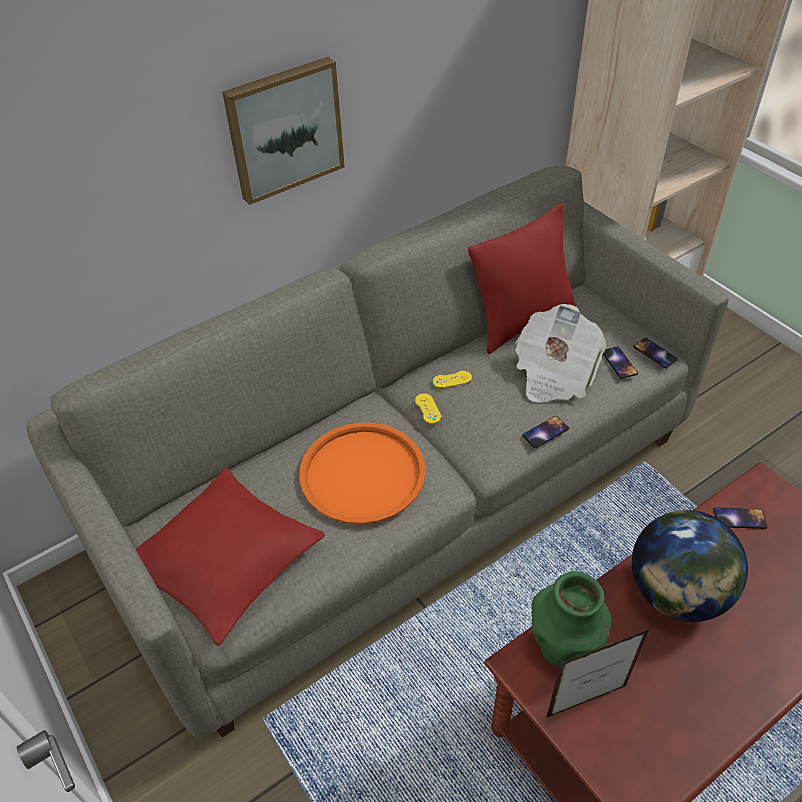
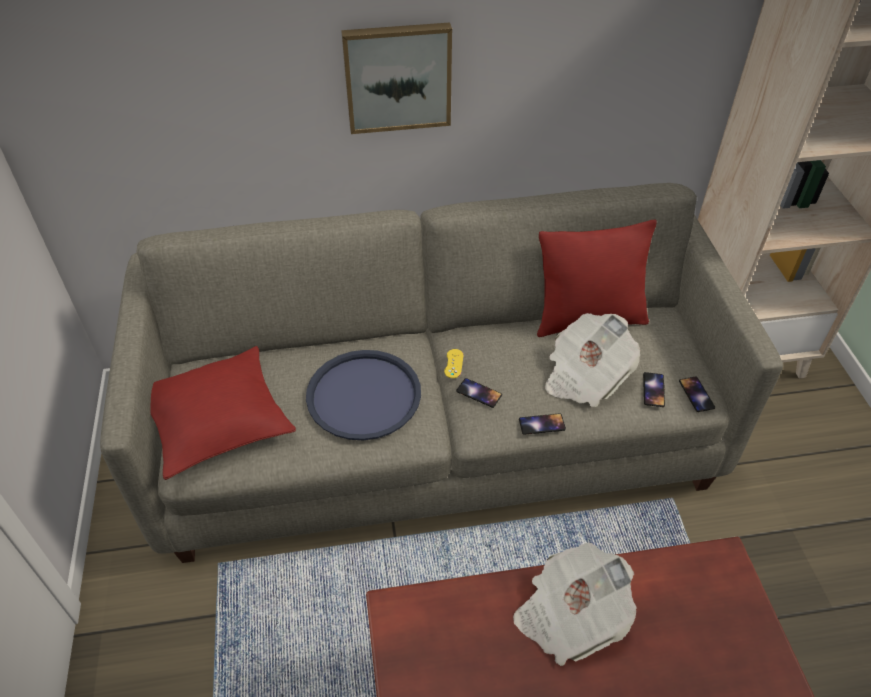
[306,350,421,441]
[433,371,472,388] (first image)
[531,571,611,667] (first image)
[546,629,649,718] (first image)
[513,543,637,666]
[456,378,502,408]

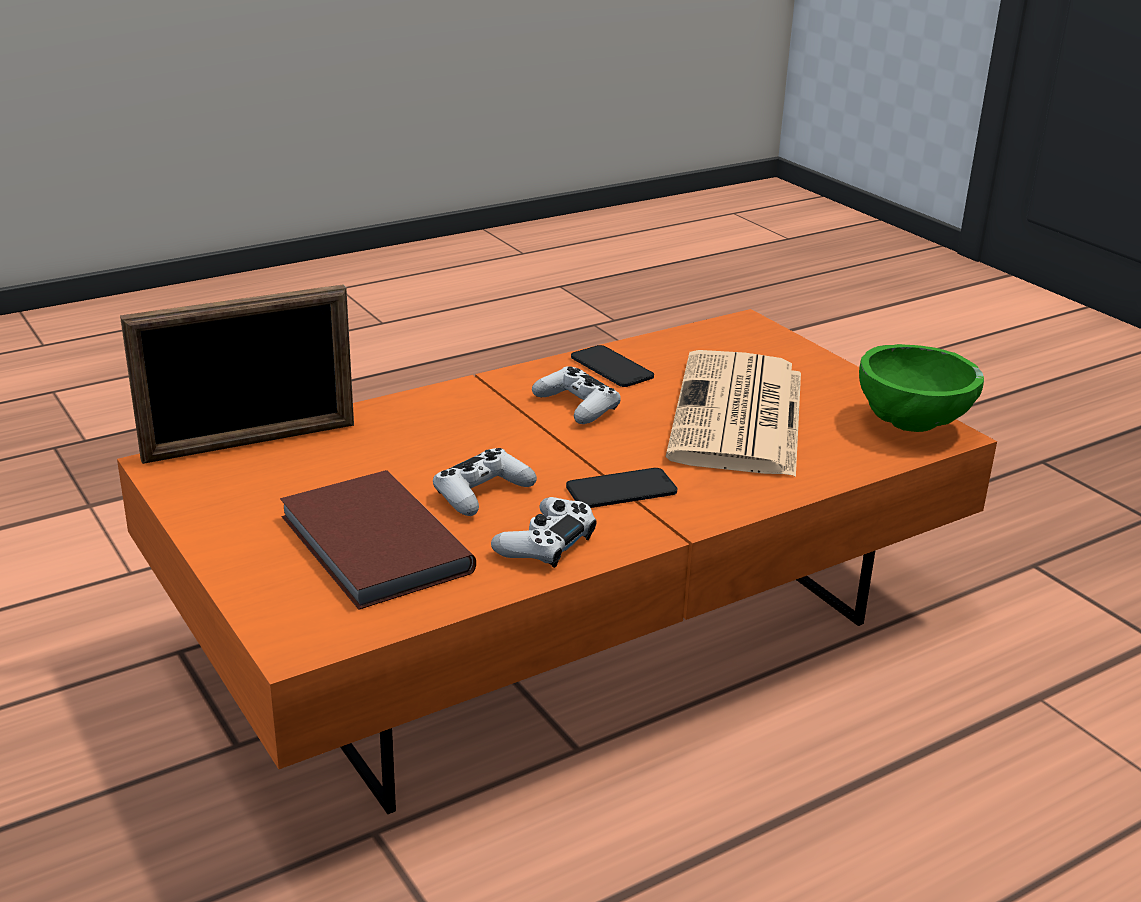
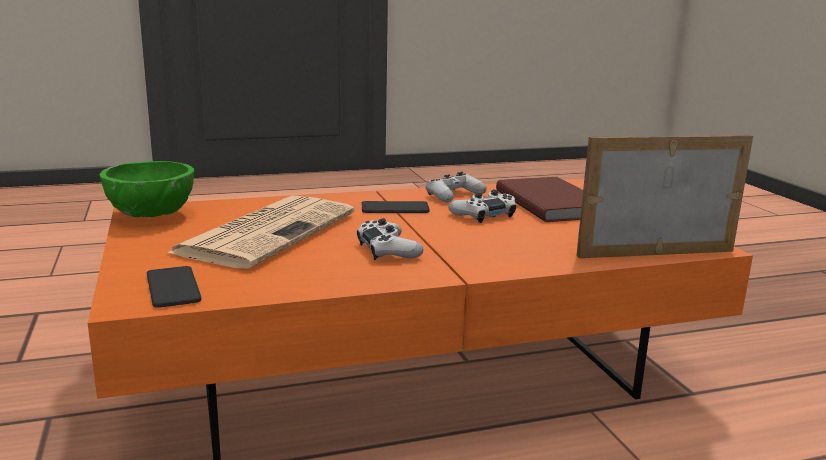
[147,266,201,308]

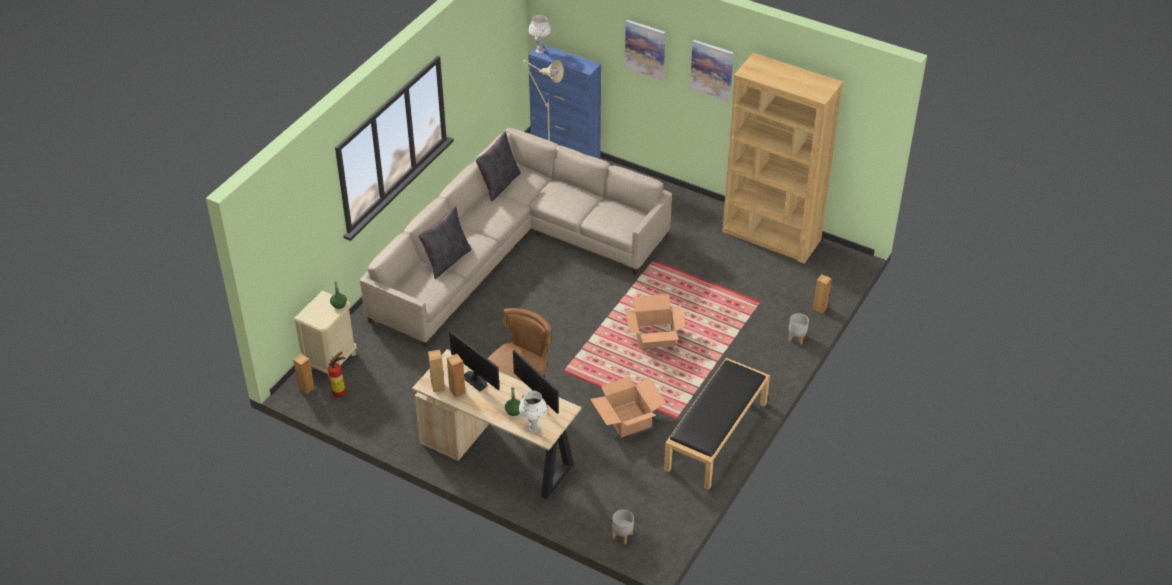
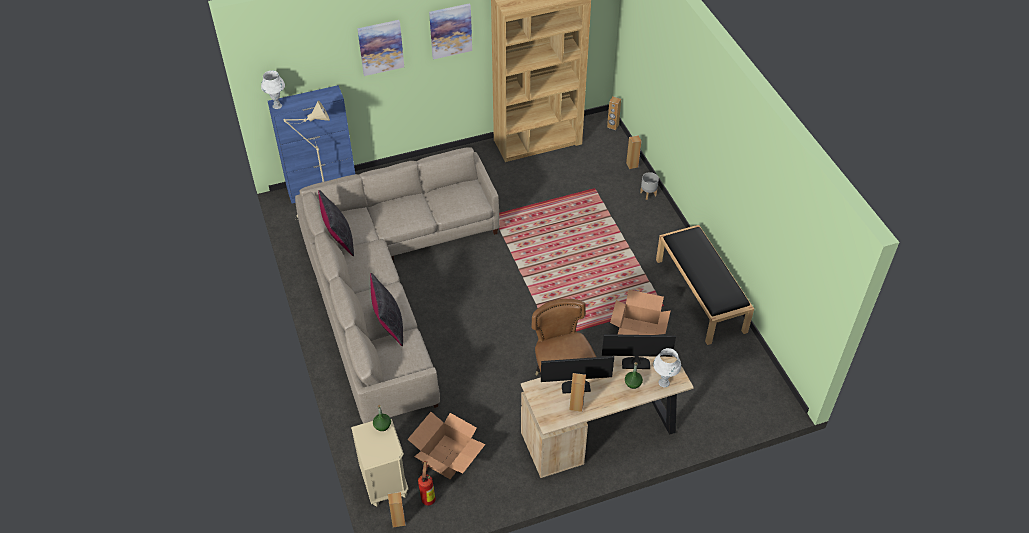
[607,96,621,130]
[612,510,634,544] (first image)
[407,412,486,479]

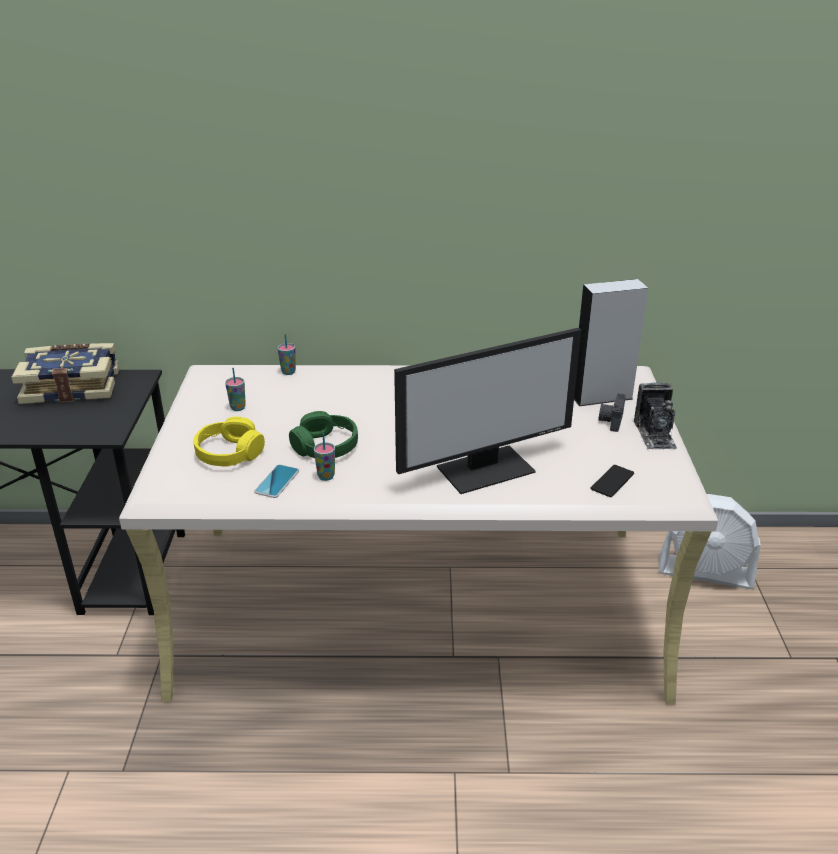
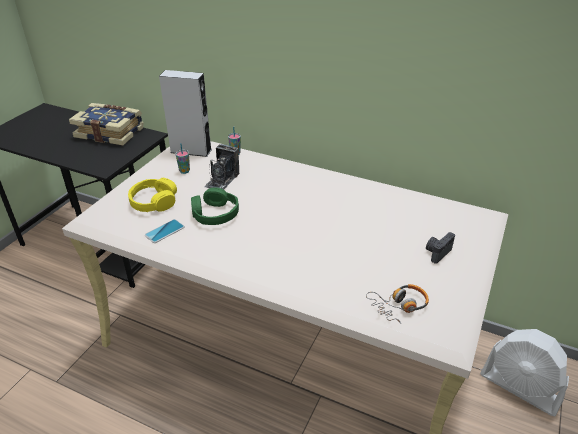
[314,433,335,481] (first image)
[394,328,581,494] (first image)
[159,70,212,157]
[366,284,429,324]
[204,144,239,189]

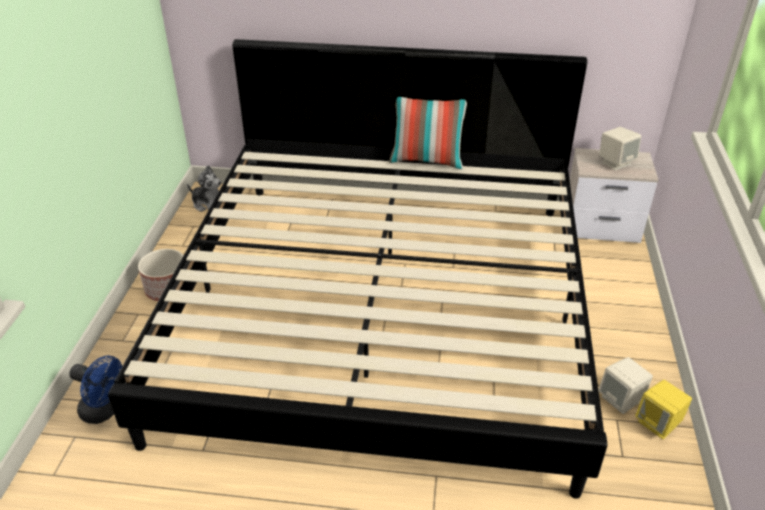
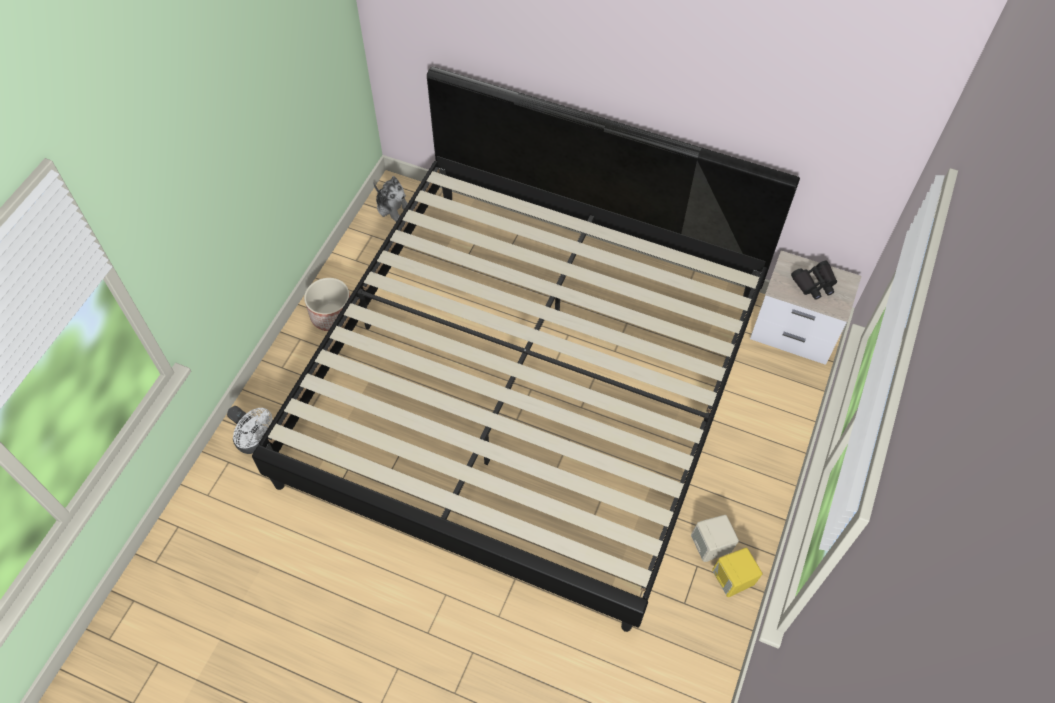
[227,406,272,454]
[389,97,467,169] (first image)
[791,261,837,300]

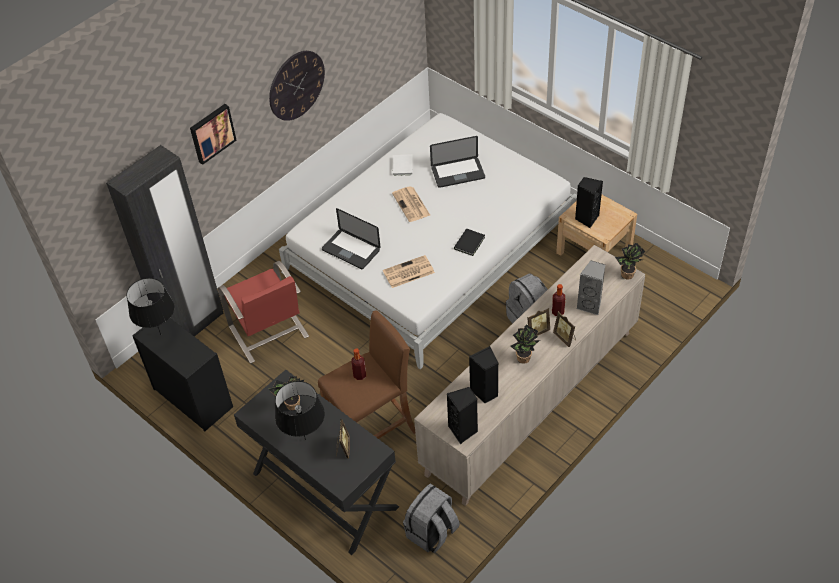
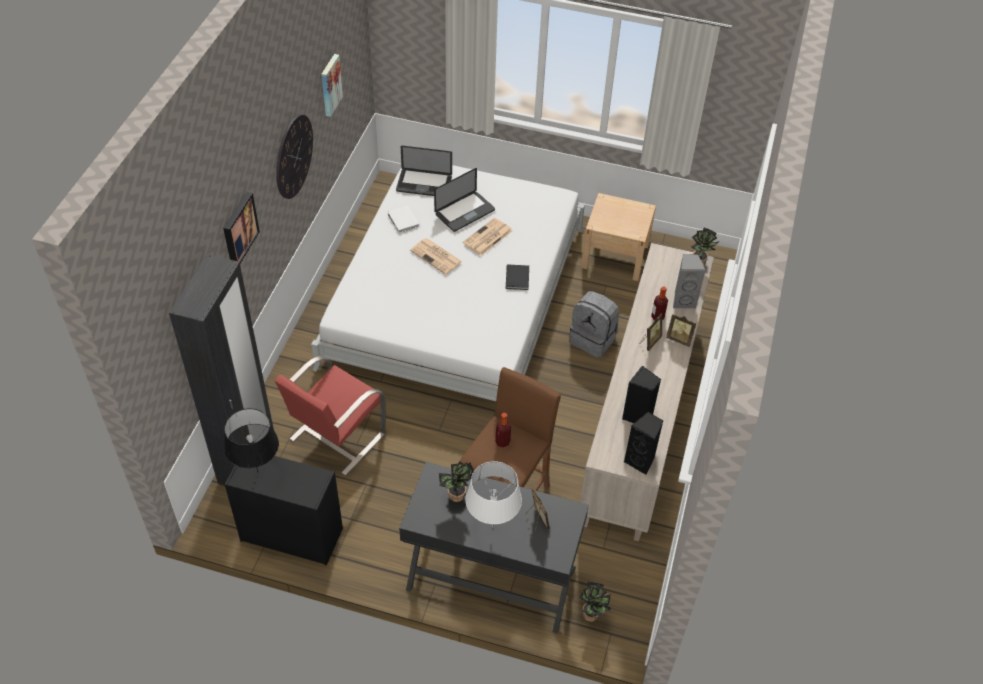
[274,356,386,476]
[465,461,522,527]
[396,146,452,196]
[463,218,512,256]
[403,484,460,553] (first image)
[579,581,612,622]
[575,177,603,228] (first image)
[321,54,343,117]

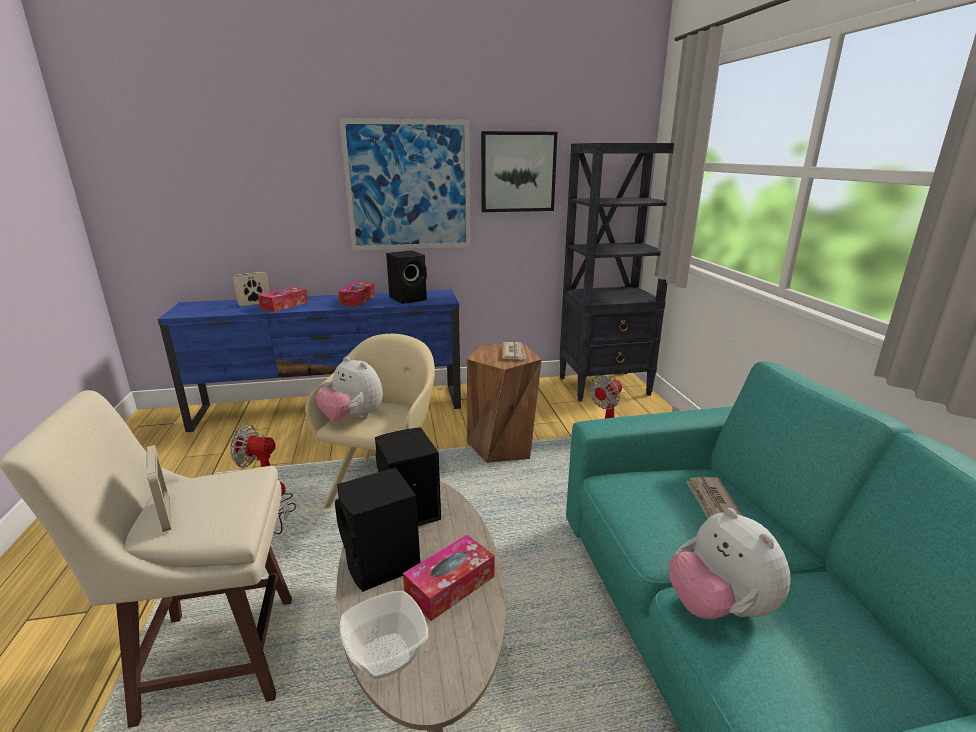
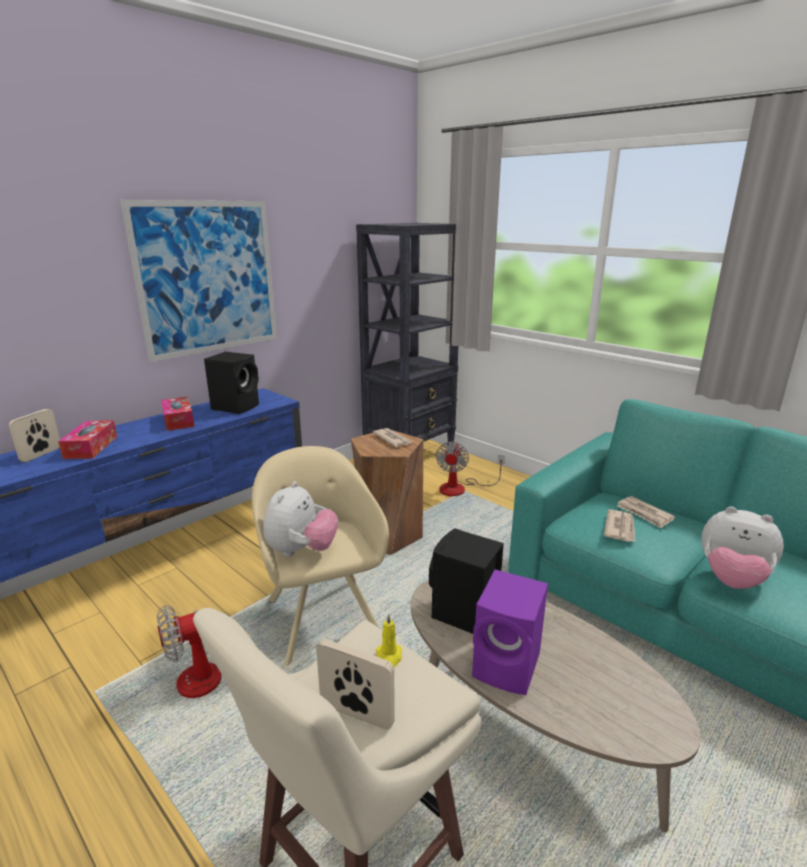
[263,481,338,557]
[472,570,548,695]
[339,591,428,679] (first image)
[403,535,494,621] (first image)
[481,131,557,212] (first image)
[376,614,402,667]
[604,509,635,542]

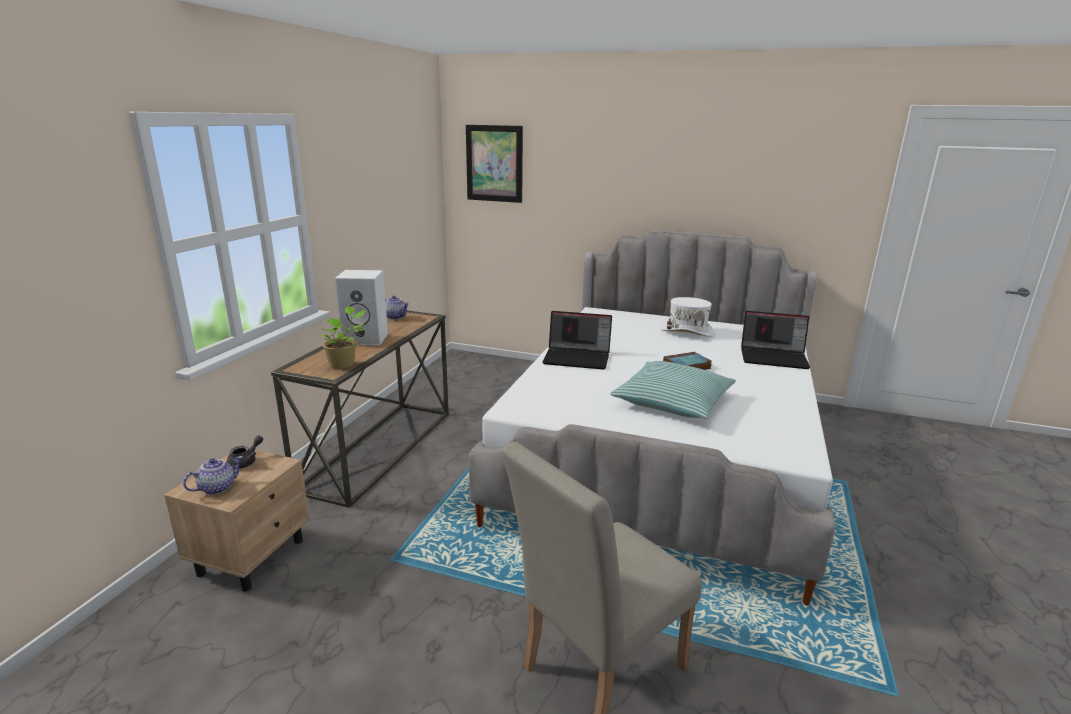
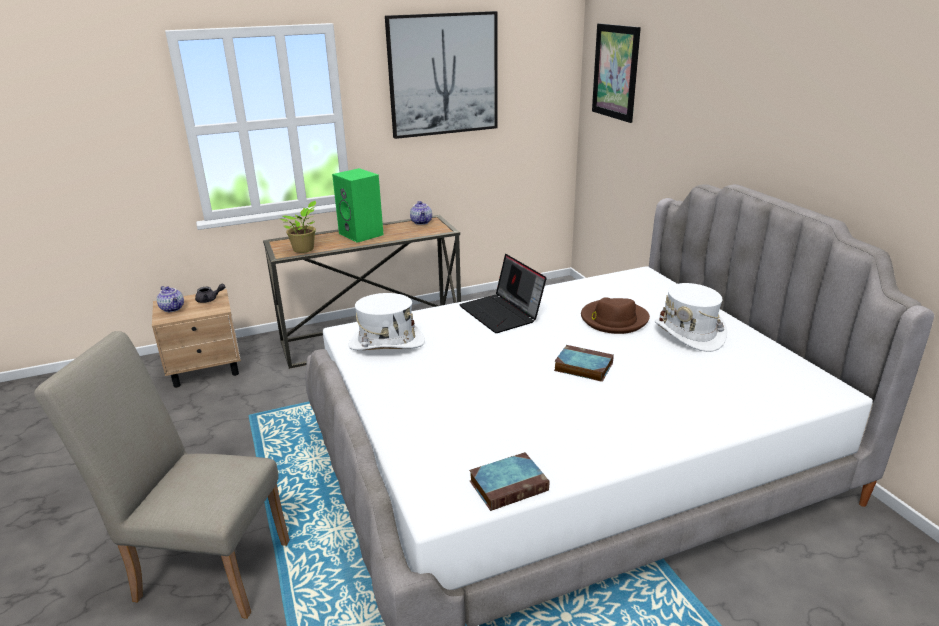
[157,286,184,312]
[332,168,384,243]
[610,361,736,419] (first image)
[741,311,810,369] (first image)
[348,293,425,350]
[385,11,498,139]
[469,452,549,511]
[581,297,650,334]

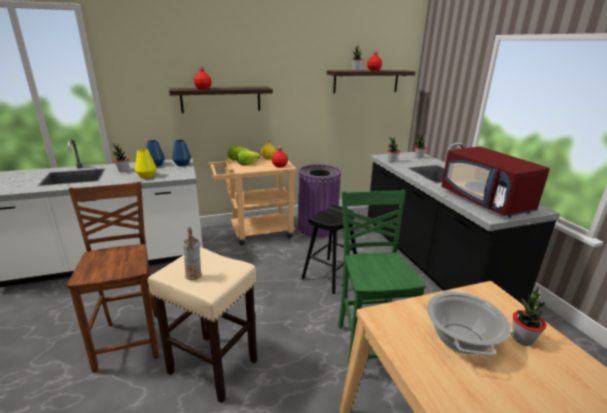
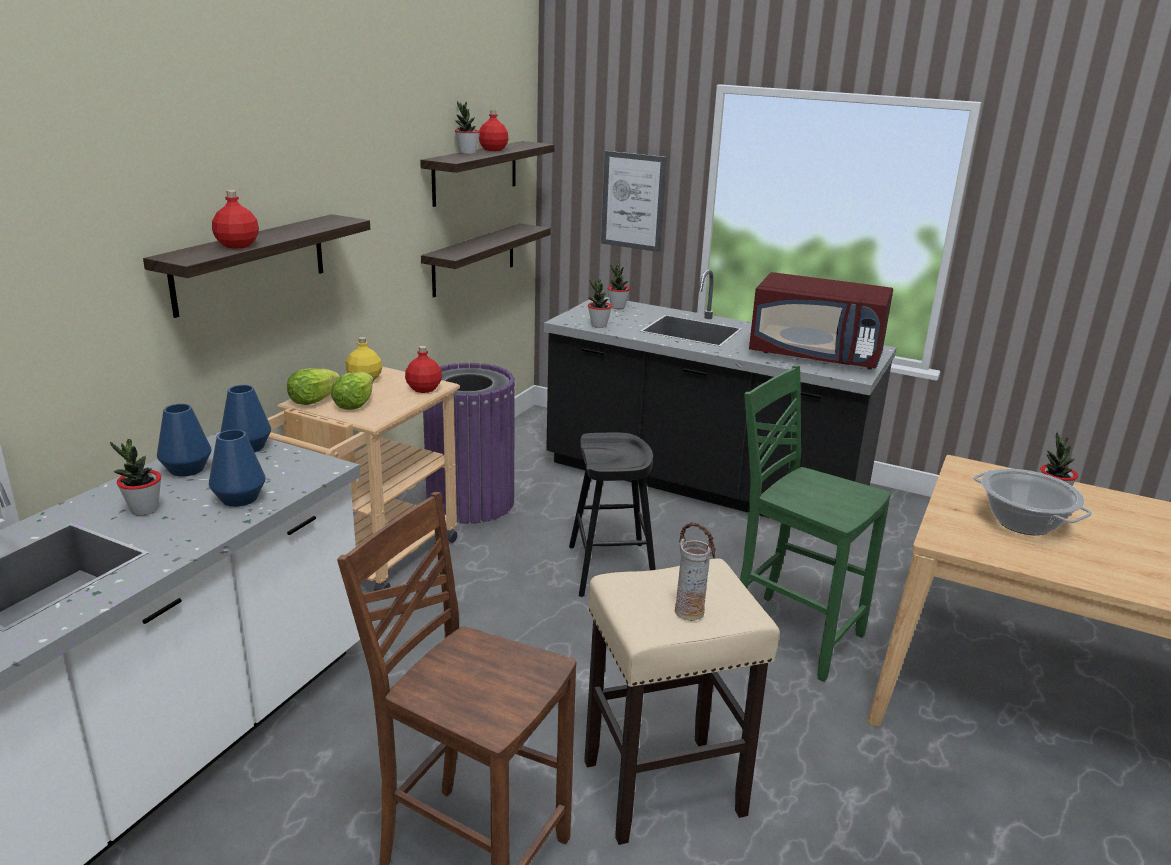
[209,430,266,507]
[421,223,551,298]
[601,151,667,252]

